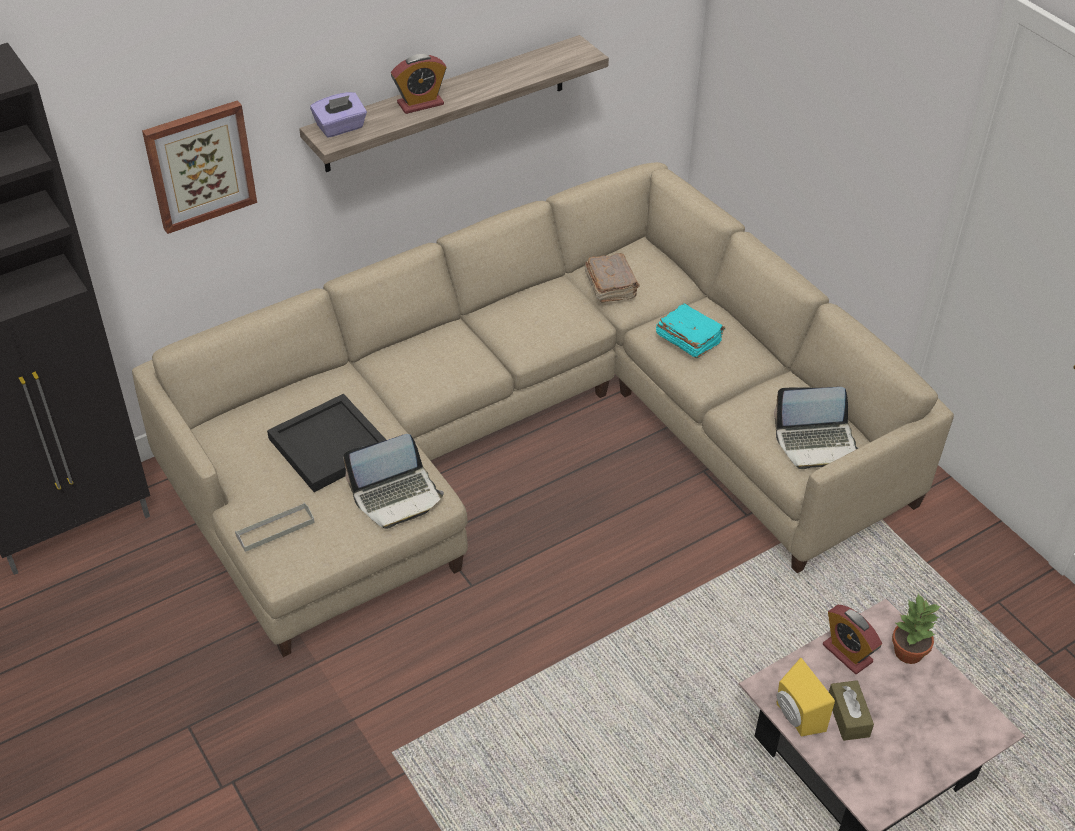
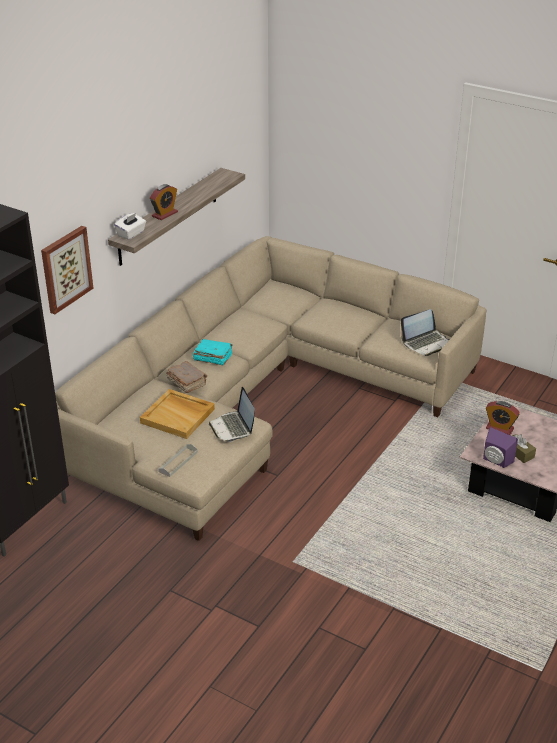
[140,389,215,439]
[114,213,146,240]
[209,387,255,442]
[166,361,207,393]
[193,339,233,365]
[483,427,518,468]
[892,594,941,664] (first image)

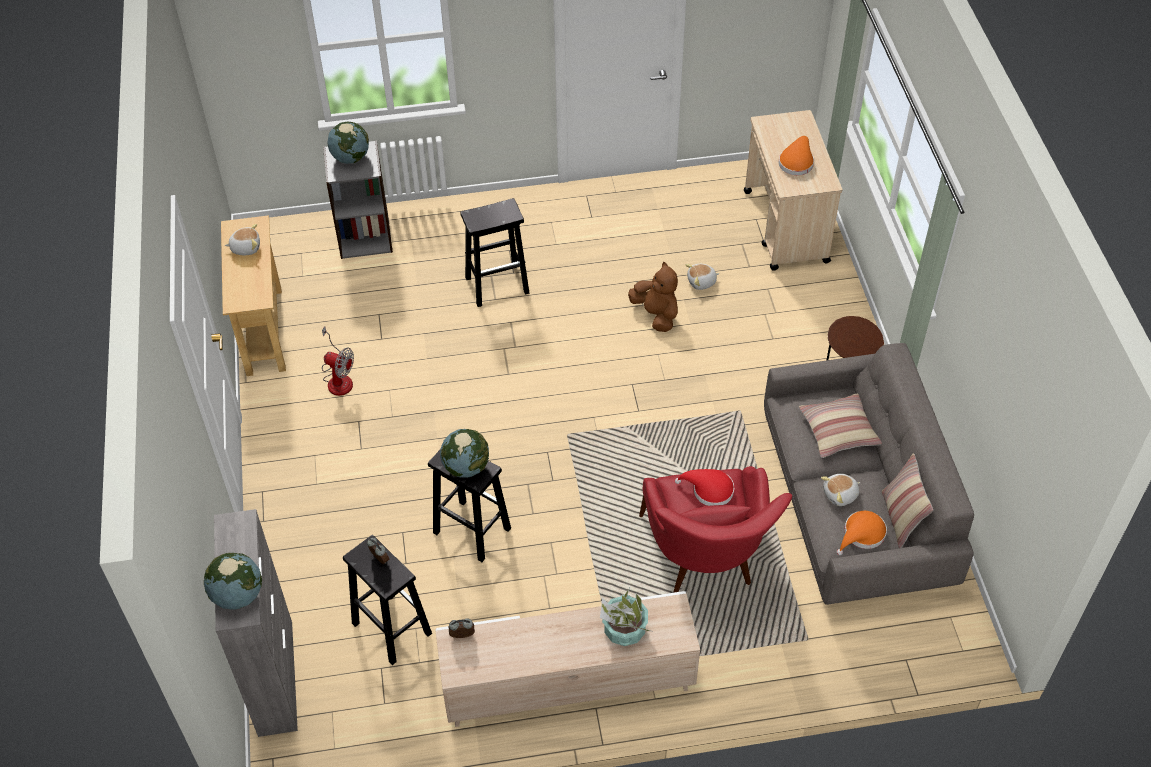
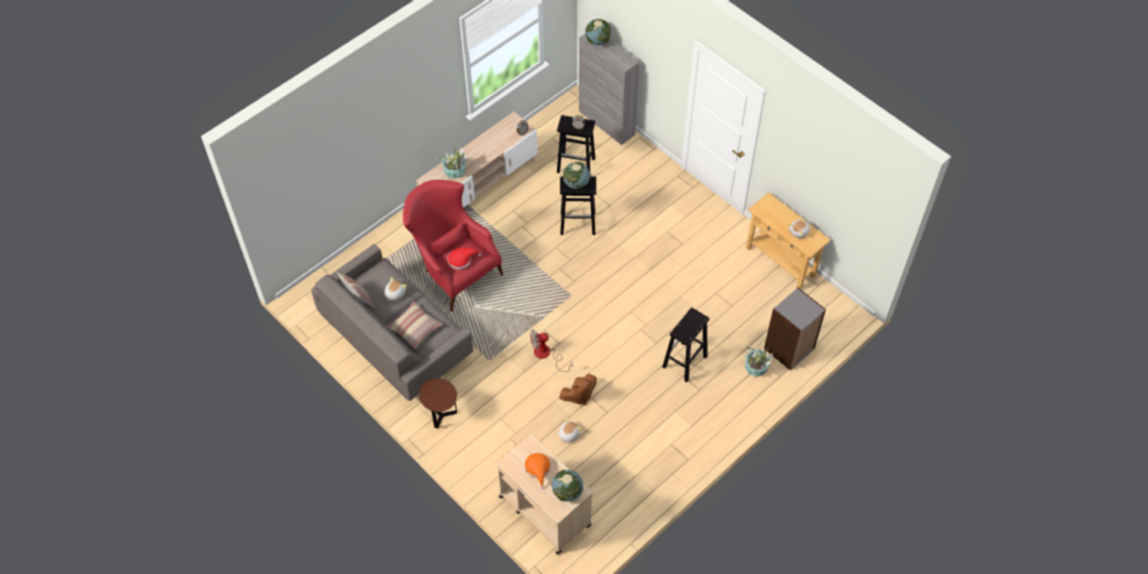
[530,329,573,372]
[552,470,583,502]
[559,374,597,405]
[837,511,887,555] (first image)
[745,346,773,376]

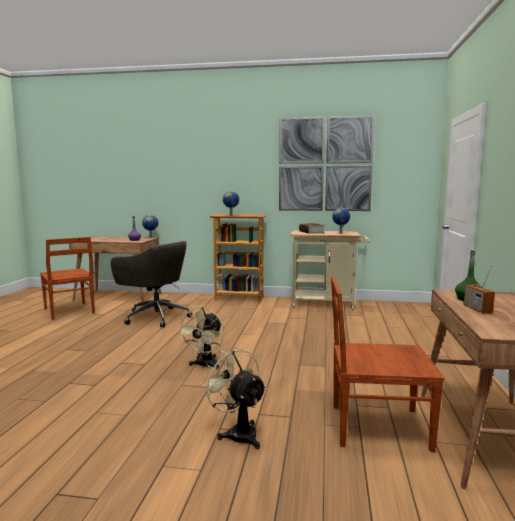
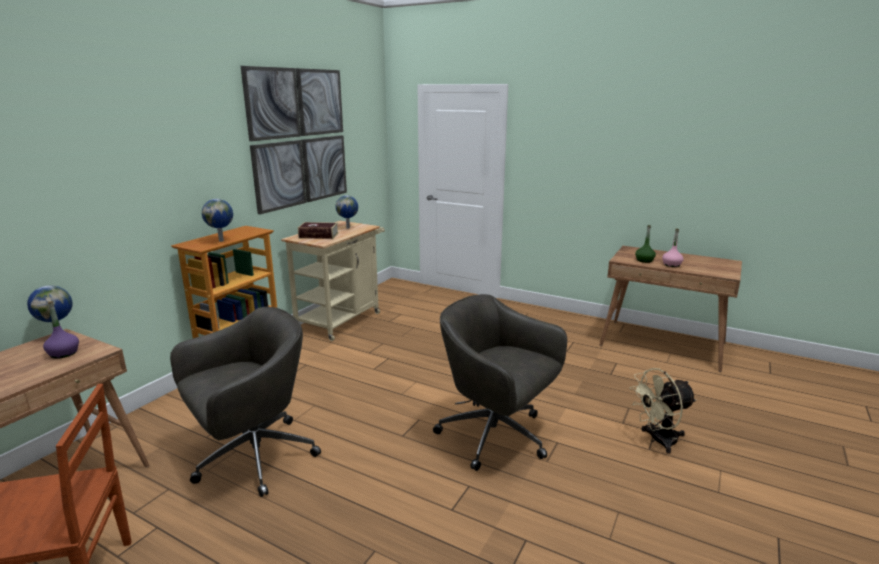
[433,294,567,471]
[331,276,445,452] (first image)
[662,228,684,267]

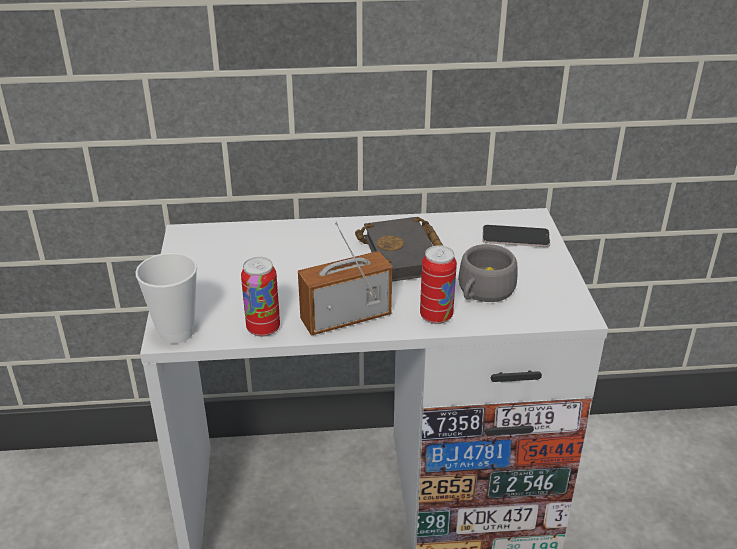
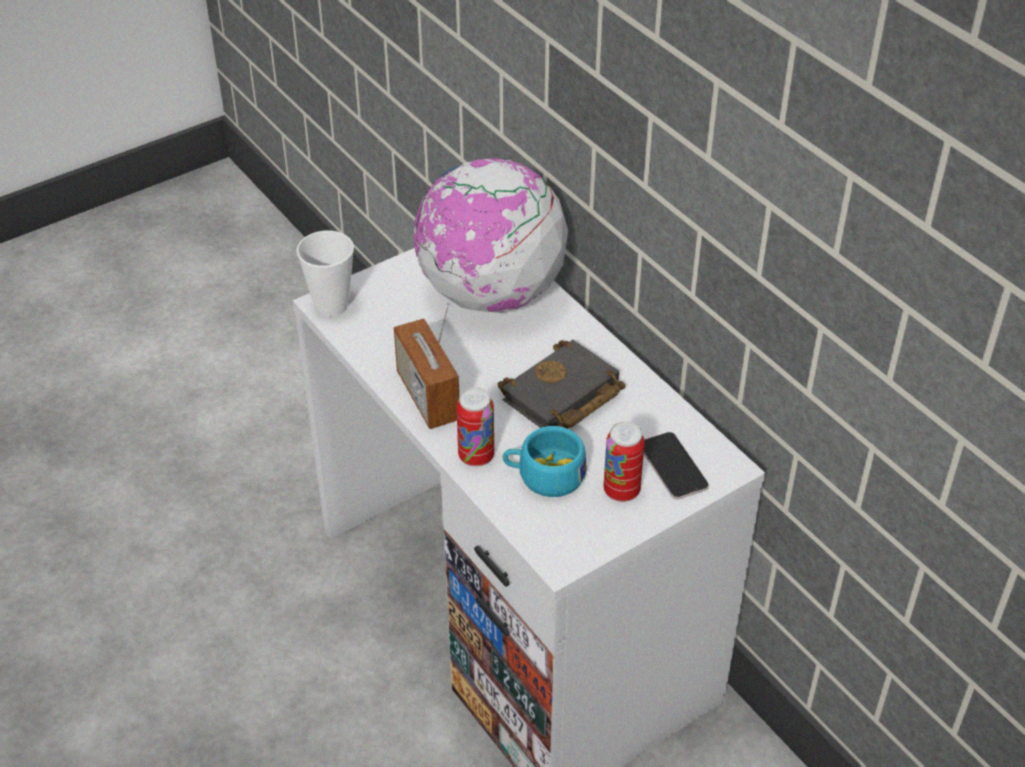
[603,421,645,502]
[394,302,459,429]
[503,426,586,497]
[414,158,568,313]

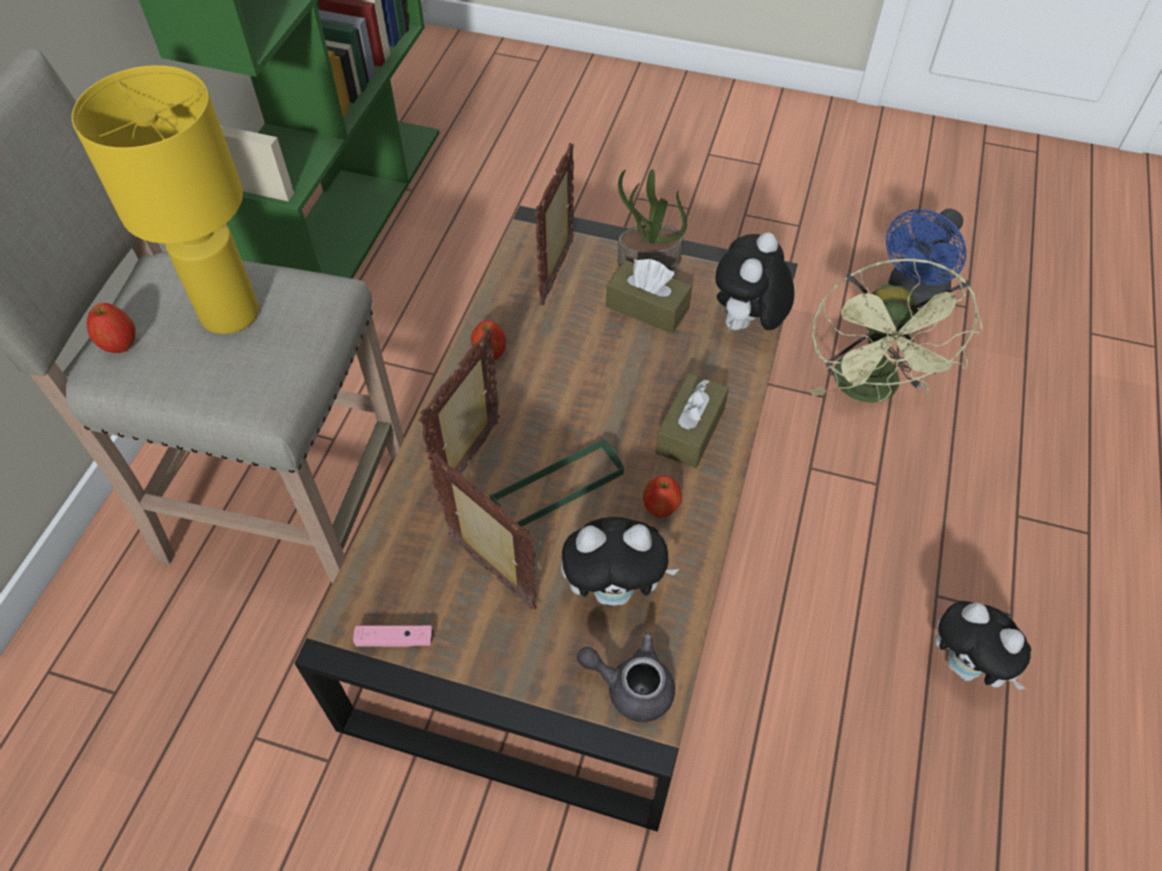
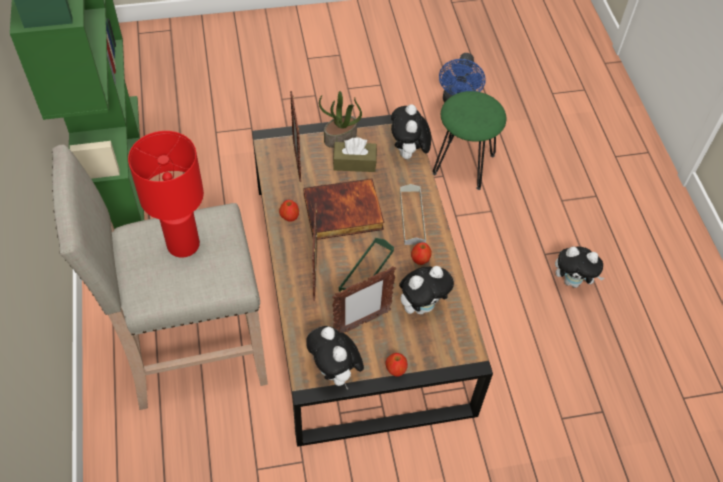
[128,131,204,258]
[385,353,408,377]
[306,326,364,390]
[332,266,396,333]
[577,632,675,722] (first image)
[400,184,426,245]
[433,91,507,190]
[303,178,384,240]

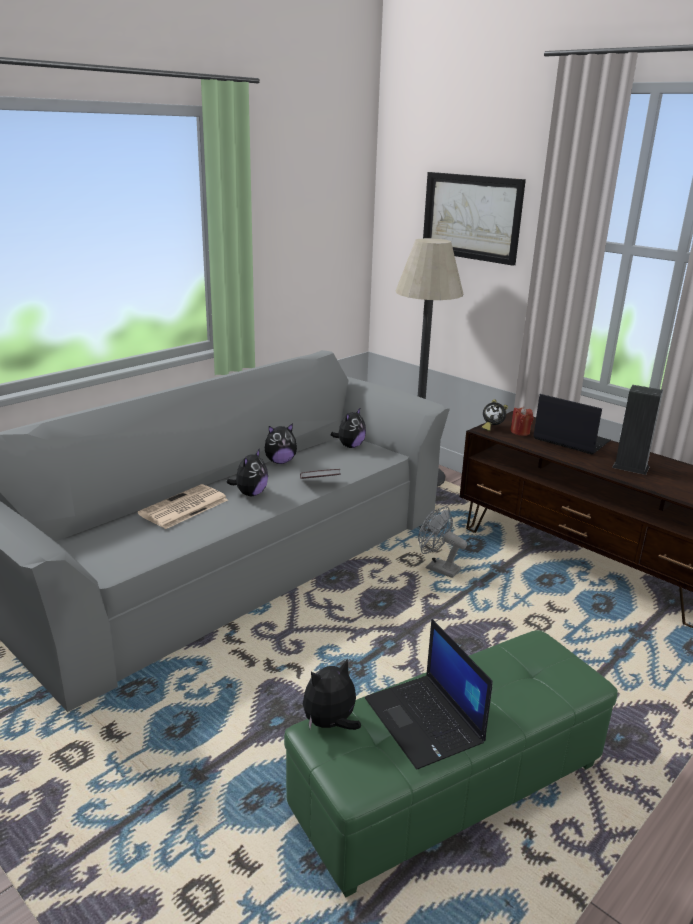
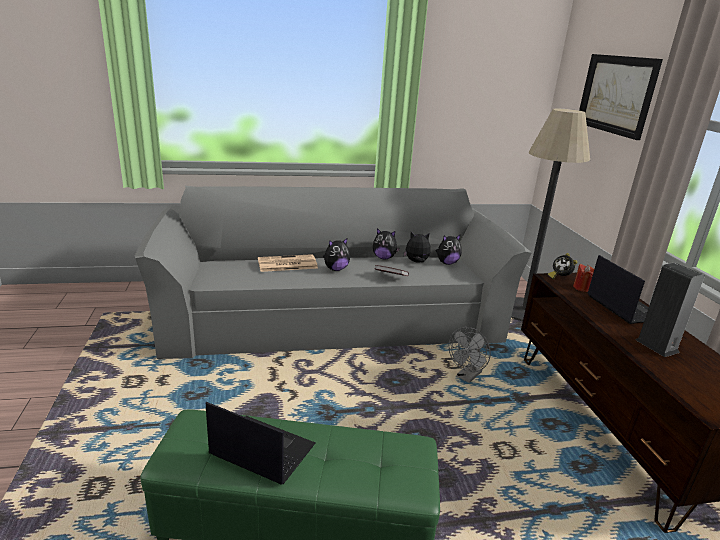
[403,232,431,263]
[206,402,316,485]
[449,327,491,383]

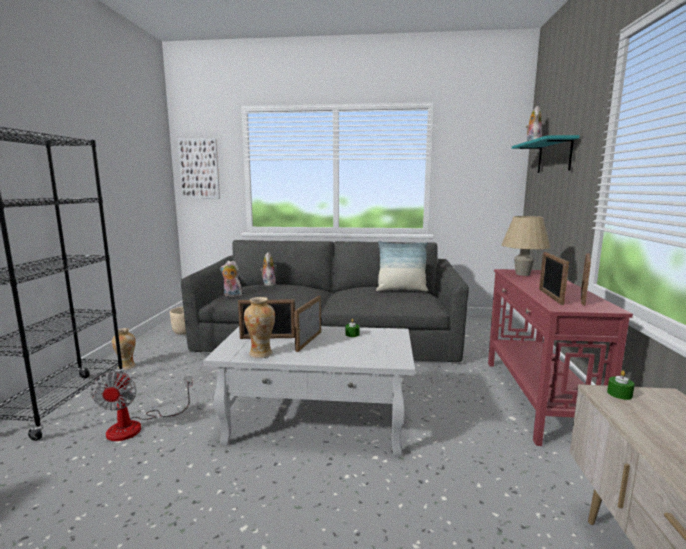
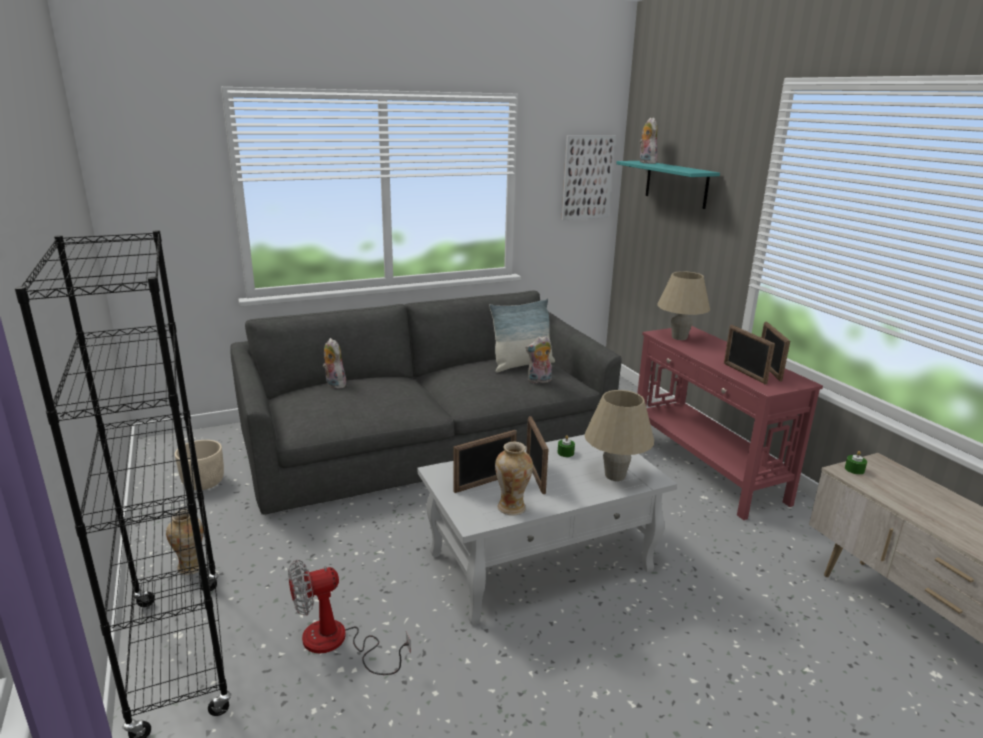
[288,560,411,675]
[562,135,615,220]
[526,336,552,383]
[584,390,654,481]

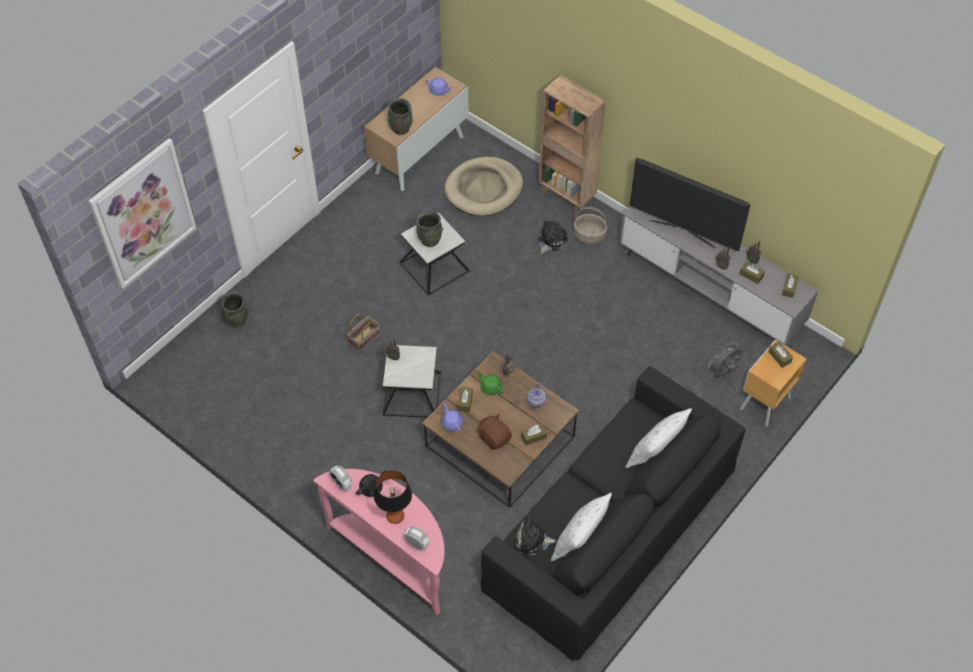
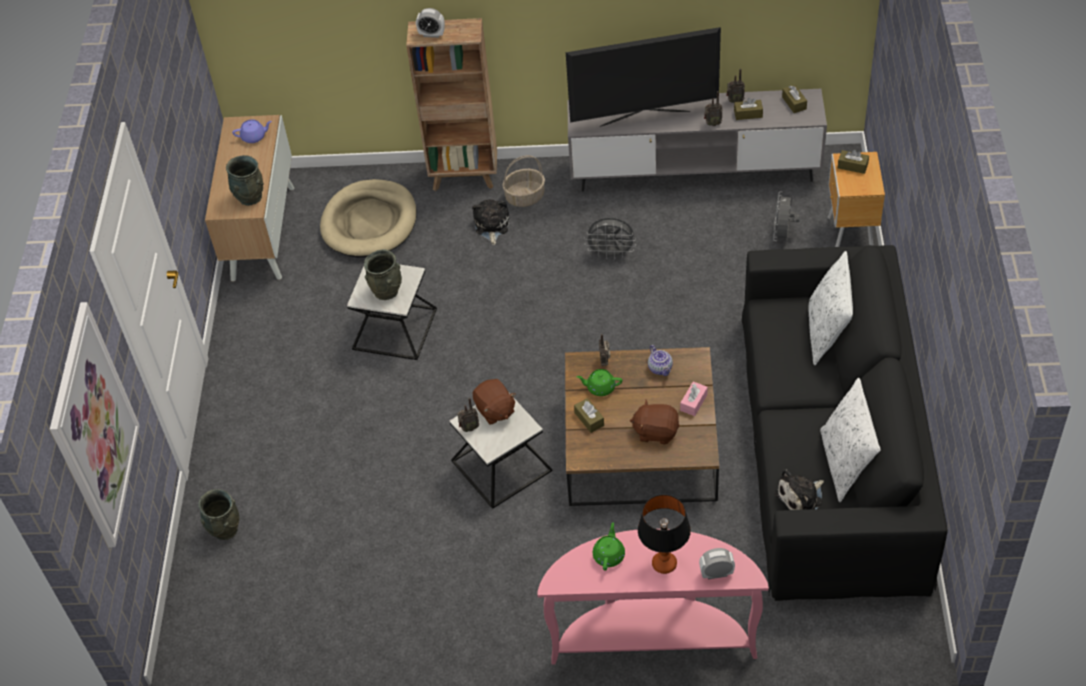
[416,8,445,38]
[347,313,380,352] (first image)
[593,522,625,570]
[442,402,463,432] (first image)
[680,382,708,416]
[473,379,516,425]
[584,218,636,260]

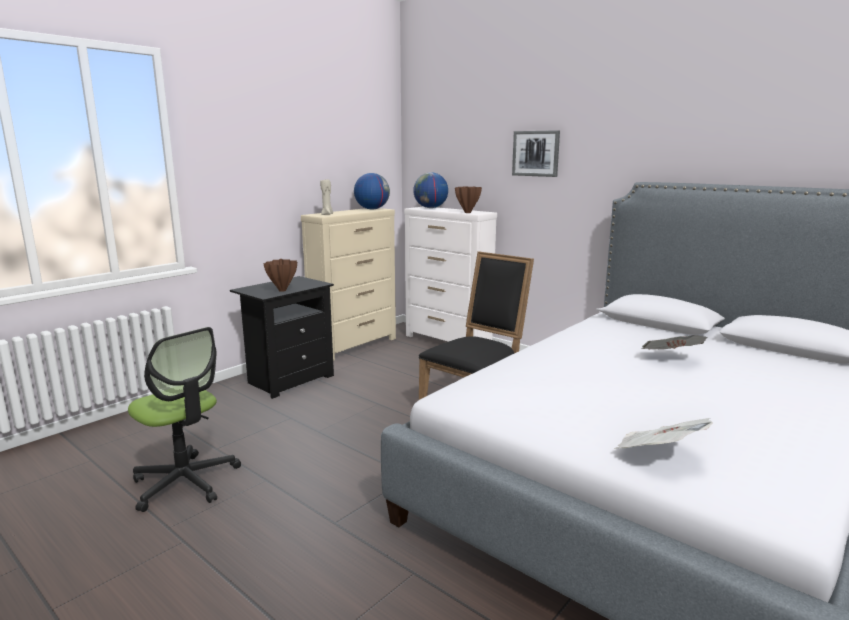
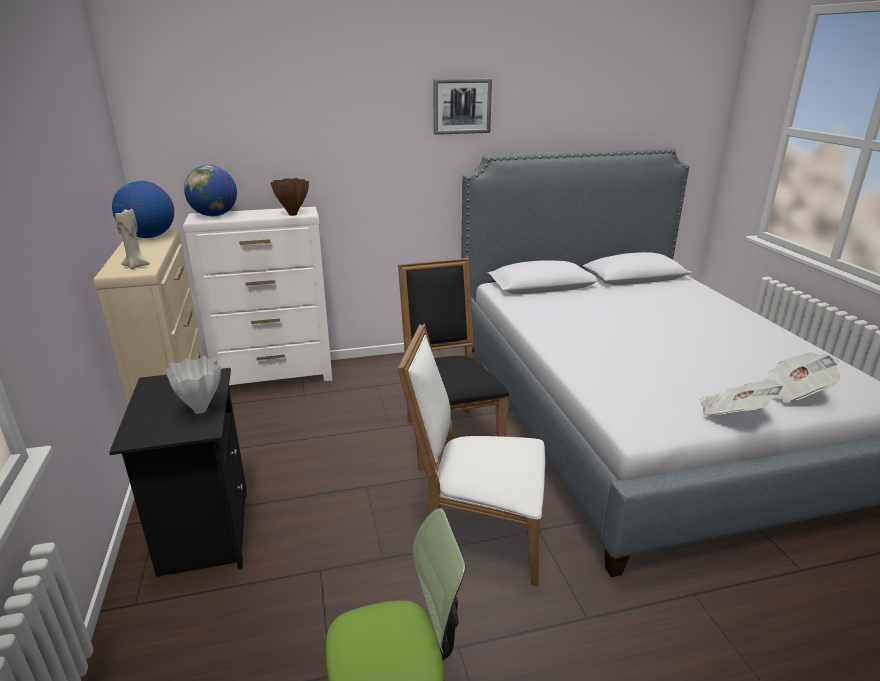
[165,356,221,414]
[434,79,492,135]
[700,380,785,415]
[398,324,545,586]

